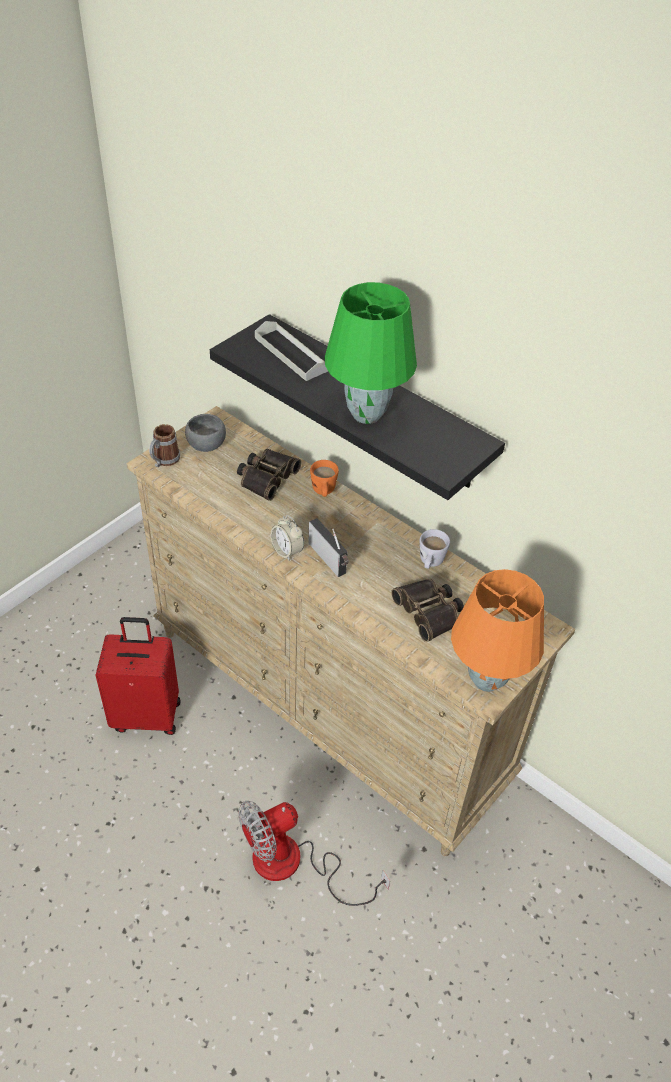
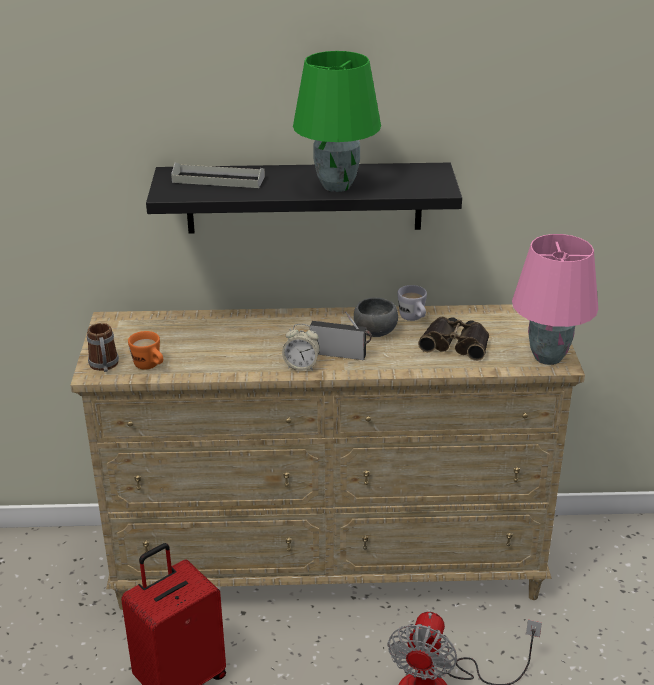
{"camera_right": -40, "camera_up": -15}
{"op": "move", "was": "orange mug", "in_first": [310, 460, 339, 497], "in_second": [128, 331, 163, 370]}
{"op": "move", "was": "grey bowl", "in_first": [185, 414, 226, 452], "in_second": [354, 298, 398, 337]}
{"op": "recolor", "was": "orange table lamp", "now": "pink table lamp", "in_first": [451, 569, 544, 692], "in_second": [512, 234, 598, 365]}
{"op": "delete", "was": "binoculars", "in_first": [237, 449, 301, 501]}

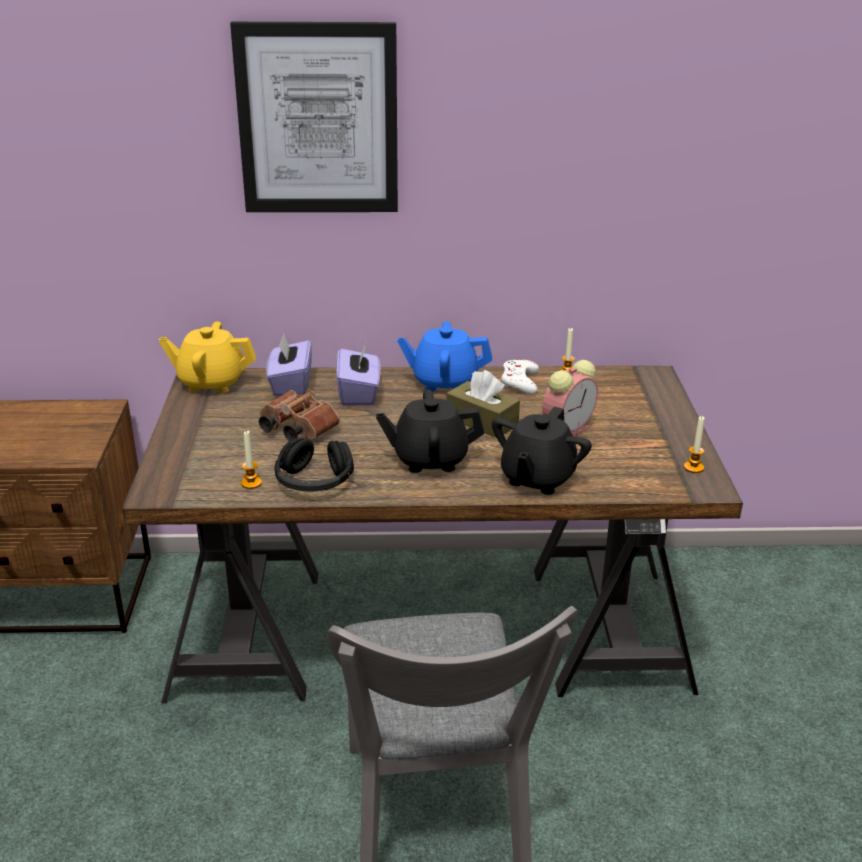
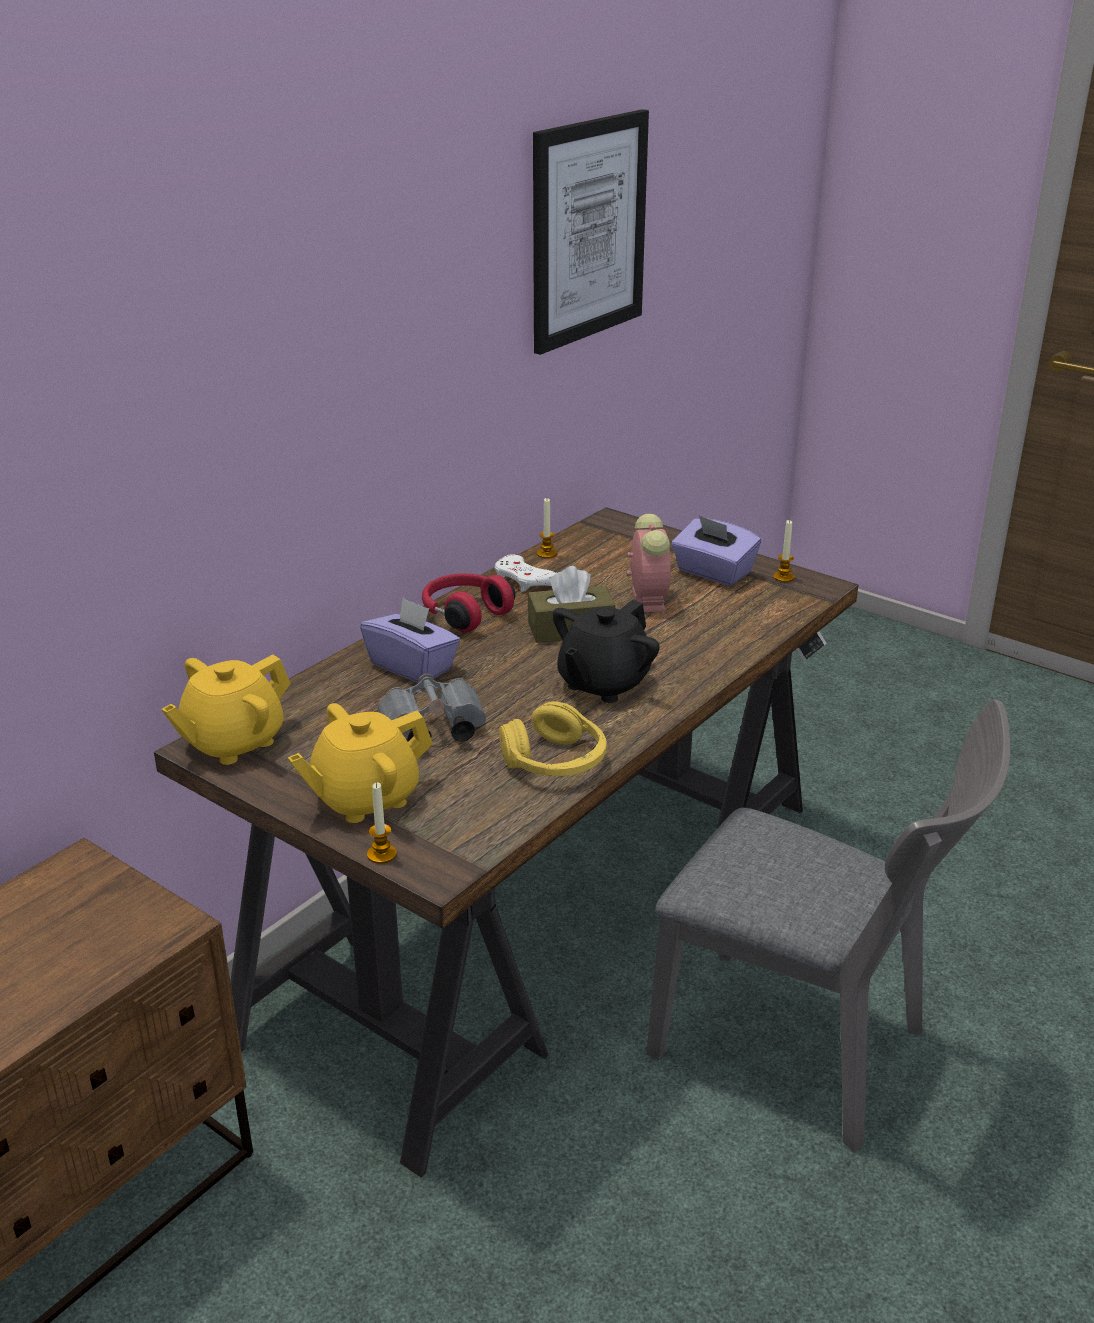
{"camera_right": -50, "camera_up": 0}
{"op": "insert", "now": "yellow teapot", "in_second": [288, 703, 433, 823]}
{"op": "move", "was": "candle", "in_first": [241, 430, 262, 489], "in_second": [367, 782, 397, 864]}
{"op": "recolor", "was": "brown binoculars", "now": "grey binoculars", "in_first": [259, 390, 340, 441], "in_second": [377, 674, 486, 742]}
{"op": "replace", "was": "blue teapot", "now": "red headphones", "in_first": [397, 321, 492, 392], "in_second": [422, 573, 515, 632]}
{"op": "recolor", "was": "black headphones", "now": "yellow headphones", "in_first": [275, 438, 354, 492], "in_second": [499, 701, 607, 776]}
{"op": "move", "was": "picture", "in_first": [230, 22, 398, 212], "in_second": [533, 109, 649, 355]}
{"op": "move", "was": "purple tissue box", "in_first": [266, 333, 312, 396], "in_second": [671, 515, 761, 586]}
{"op": "delete", "was": "black teapot", "in_first": [492, 406, 592, 495]}

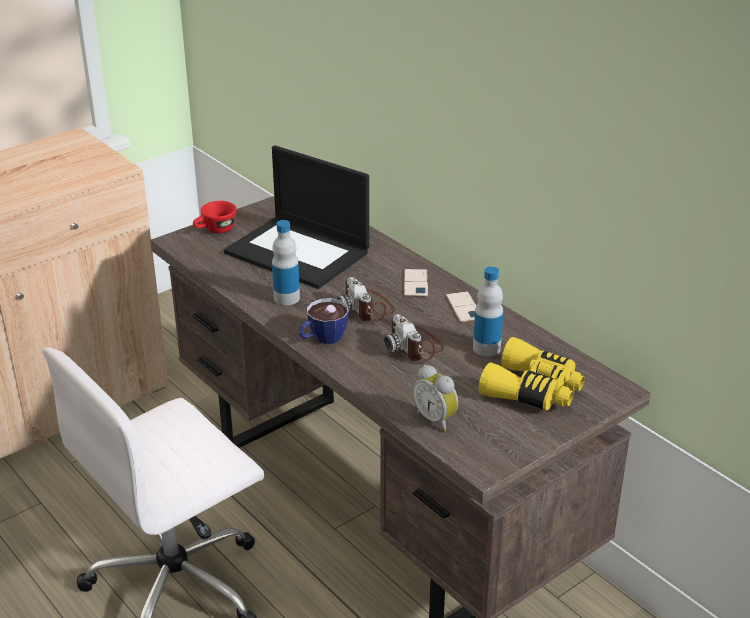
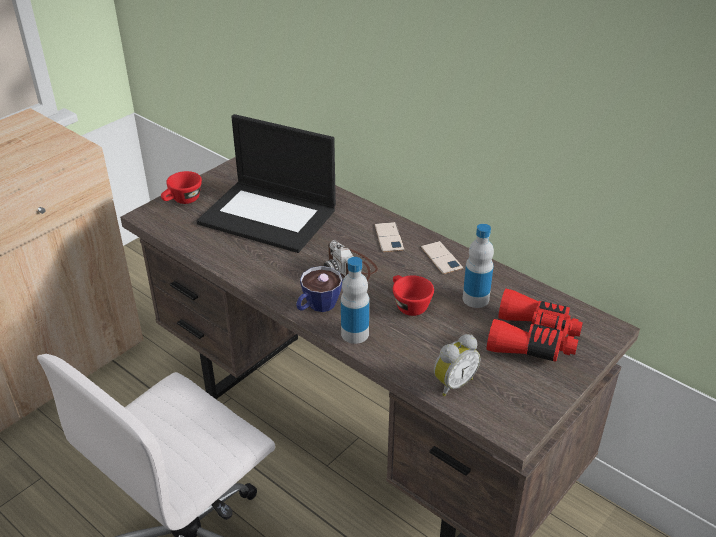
{"camera_right": -10, "camera_up": 5}
{"op": "move", "was": "bottle", "in_first": [272, 220, 300, 305], "in_second": [341, 257, 369, 344]}
{"op": "replace", "was": "photo camera", "now": "red cup", "in_first": [384, 314, 444, 361], "in_second": [393, 275, 434, 316]}
{"op": "rotate", "was": "alarm clock", "in_first": [412, 365, 458, 431], "in_second": [434, 334, 480, 396], "clockwise": -75}
{"op": "recolor", "was": "yellow binoculars", "now": "red binoculars", "in_first": [479, 337, 585, 410], "in_second": [487, 289, 583, 362]}

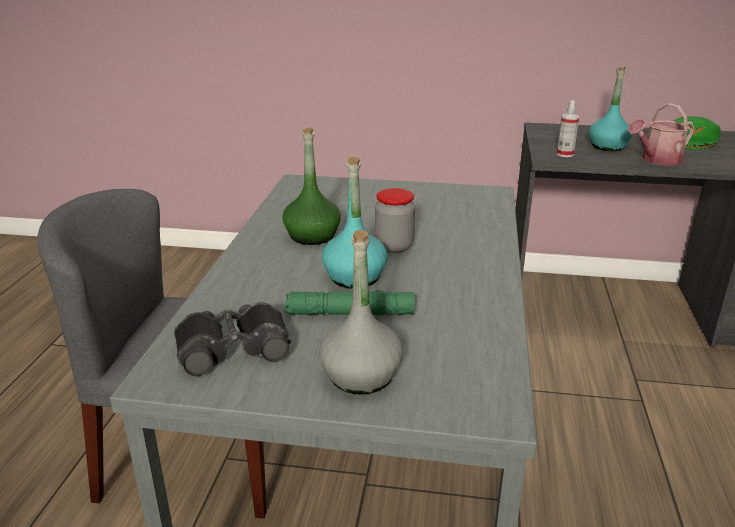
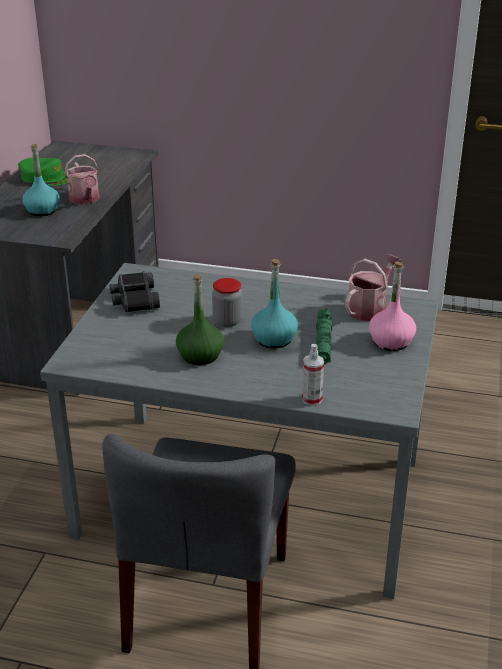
{"camera_right": -85, "camera_up": 5}
{"op": "move", "was": "black binoculars", "in_first": [174, 302, 291, 376], "in_second": [109, 271, 160, 312]}
{"op": "move", "was": "spray bottle", "in_first": [557, 100, 579, 157], "in_second": [302, 343, 324, 406]}
{"op": "insert", "now": "watering can", "in_second": [345, 254, 401, 321]}
{"op": "recolor", "was": "grey bottle", "now": "pink bottle", "in_first": [319, 230, 403, 395], "in_second": [369, 261, 416, 351]}

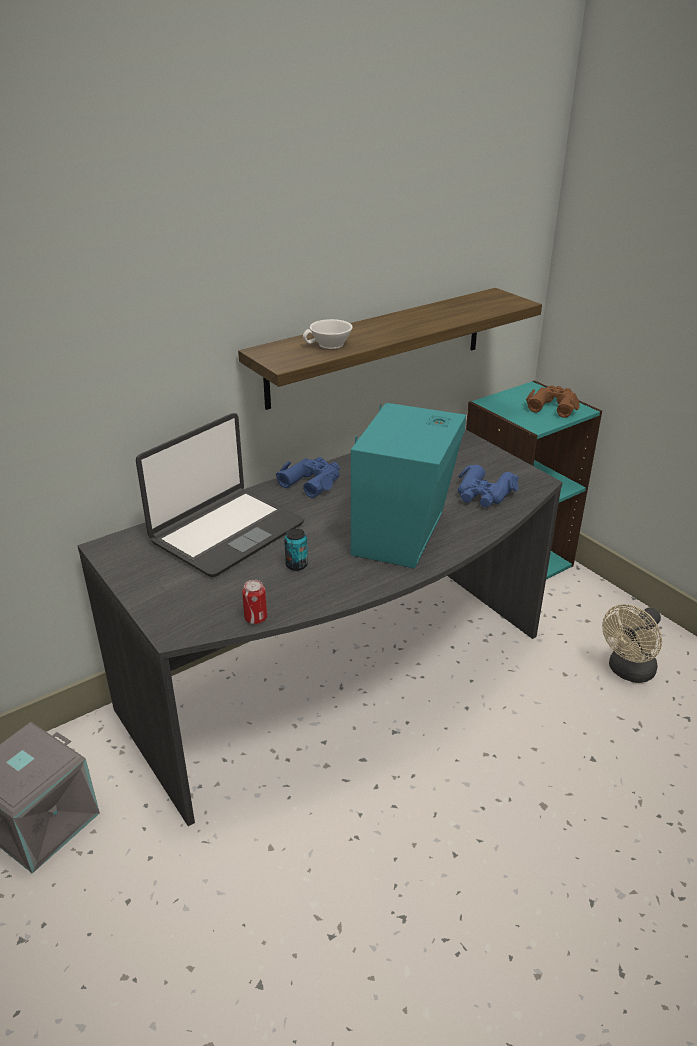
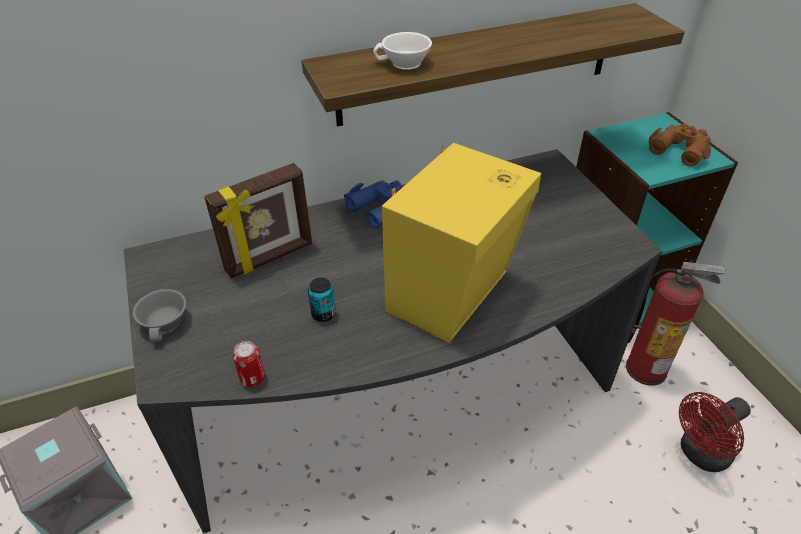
{"camera_right": 15, "camera_up": 10}
{"op": "insert", "now": "grey cup", "in_second": [133, 289, 186, 342]}
{"op": "replace", "was": "laptop", "now": "picture frame", "in_first": [136, 413, 304, 577], "in_second": [204, 163, 312, 278]}
{"op": "recolor", "was": "turquoise speaker", "now": "yellow speaker", "in_first": [351, 403, 466, 568], "in_second": [382, 143, 541, 343]}
{"op": "insert", "now": "fire extinguisher", "in_second": [626, 261, 726, 386]}
{"op": "recolor", "was": "beige fan", "now": "red fan", "in_first": [602, 604, 662, 683], "in_second": [679, 392, 751, 472]}
{"op": "delete", "was": "blue binoculars", "in_first": [458, 465, 519, 507]}

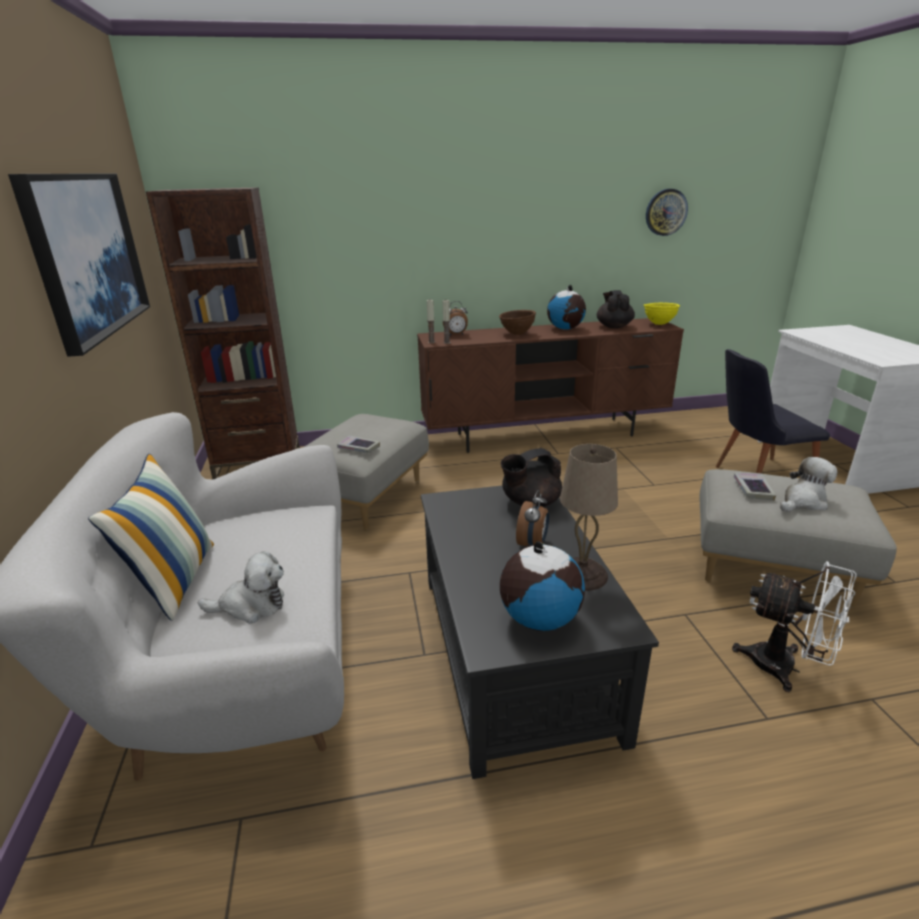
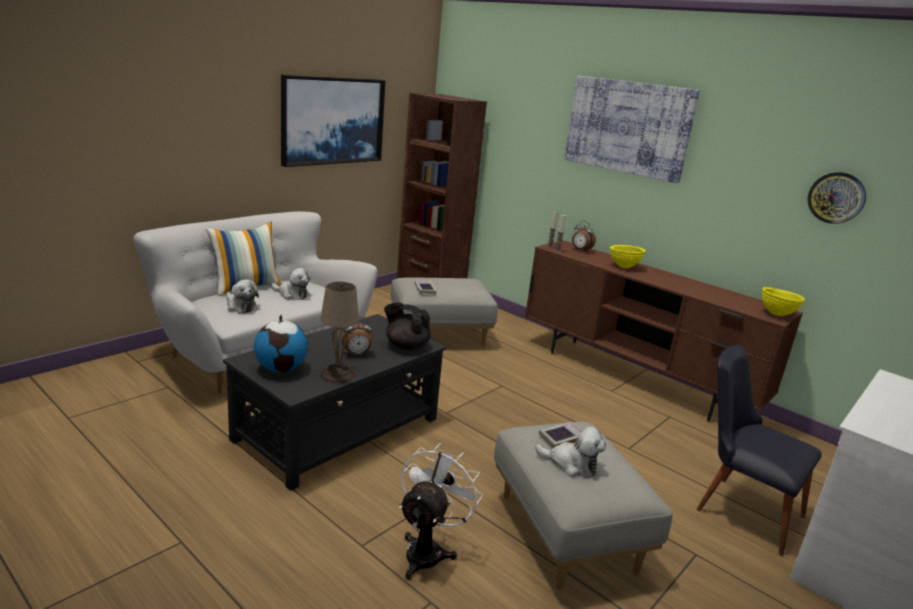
{"camera_right": 50, "camera_up": -5}
{"op": "insert", "now": "plush toy", "in_second": [271, 268, 311, 300]}
{"op": "rotate", "was": "white fan", "in_first": [732, 561, 857, 692], "in_second": [399, 443, 483, 580], "clockwise": -150}
{"op": "insert", "now": "picture", "in_second": [564, 76, 700, 183]}
{"op": "recolor", "was": "brown bowl", "now": "yellow bowl", "in_first": [499, 310, 536, 335], "in_second": [610, 245, 646, 268]}
{"op": "delete", "was": "globe", "in_first": [547, 285, 586, 330]}
{"op": "delete", "was": "black teapot", "in_first": [597, 290, 635, 328]}

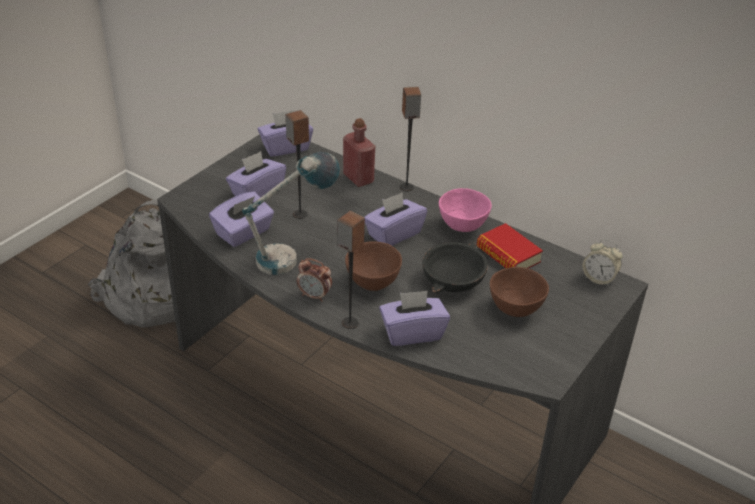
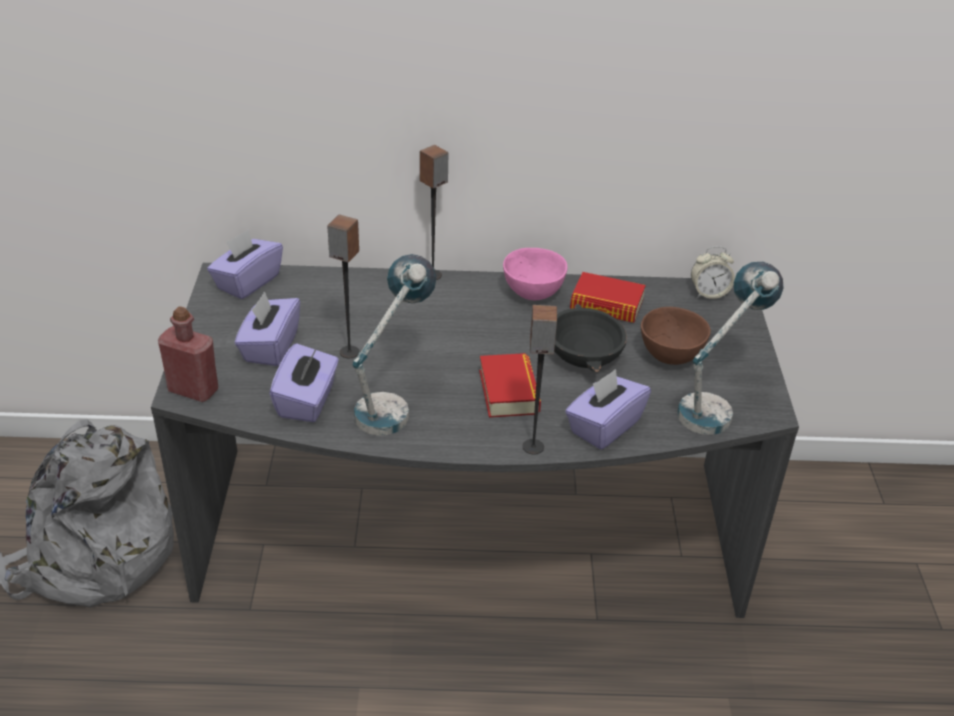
{"camera_right": -35, "camera_up": 0}
{"op": "move", "was": "red bottle", "in_first": [343, 118, 375, 187], "in_second": [158, 306, 218, 402]}
{"op": "replace", "was": "brown bowl", "now": "book", "in_first": [345, 241, 402, 291], "in_second": [479, 353, 541, 418]}
{"op": "insert", "now": "table lamp", "in_second": [678, 262, 784, 435]}
{"op": "delete", "was": "alarm clock", "in_first": [297, 258, 332, 302]}
{"op": "delete", "was": "purple tissue box", "in_first": [365, 192, 427, 246]}

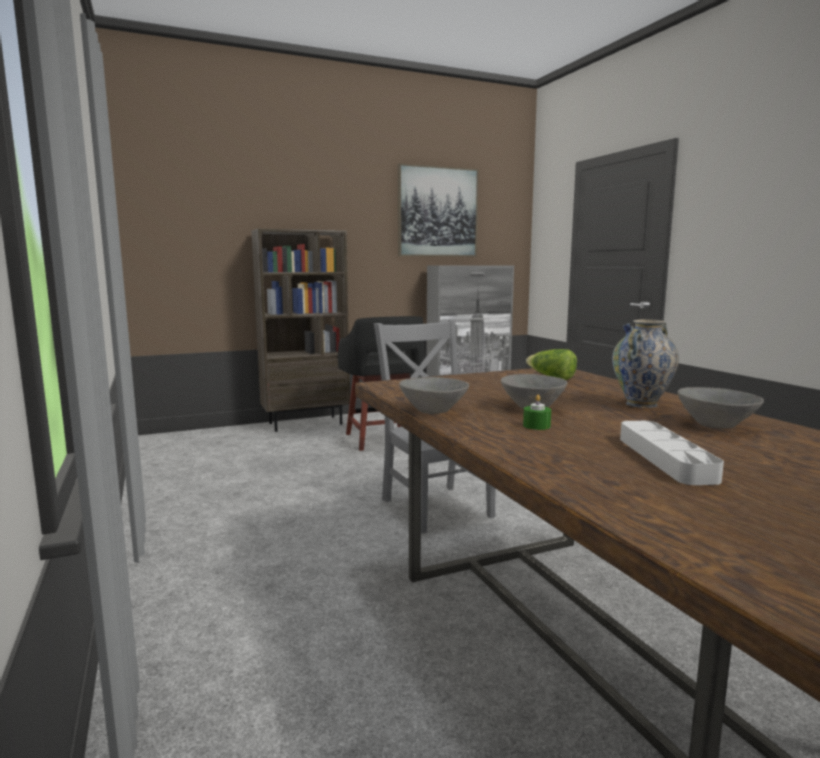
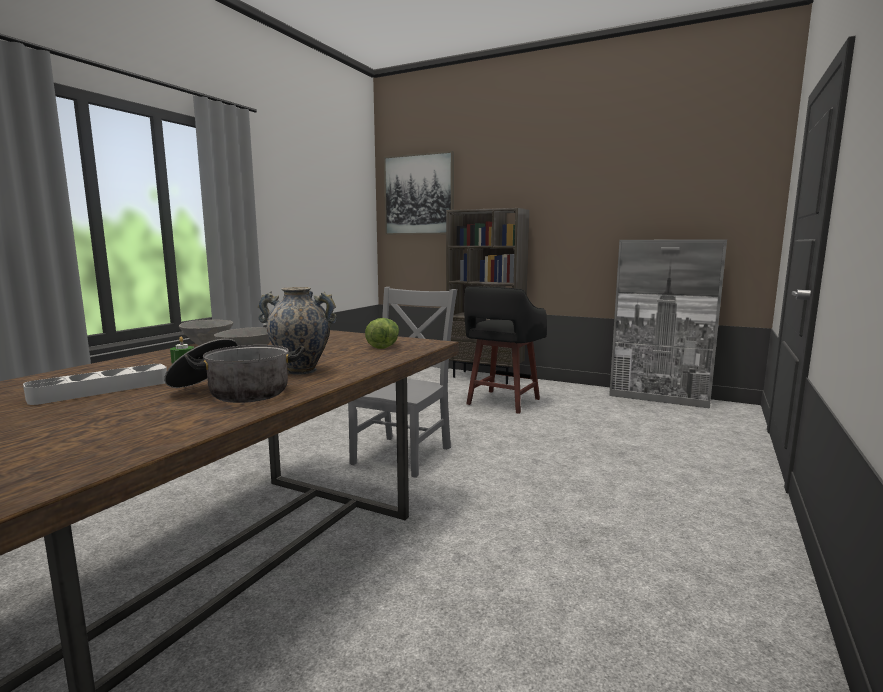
{"camera_right": 50, "camera_up": 0}
{"op": "replace", "was": "grey bowl", "now": "cooking pot", "in_first": [677, 387, 764, 428], "in_second": [164, 339, 304, 403]}
{"op": "move", "was": "picture", "in_first": [398, 163, 479, 257], "in_second": [384, 151, 454, 235]}

